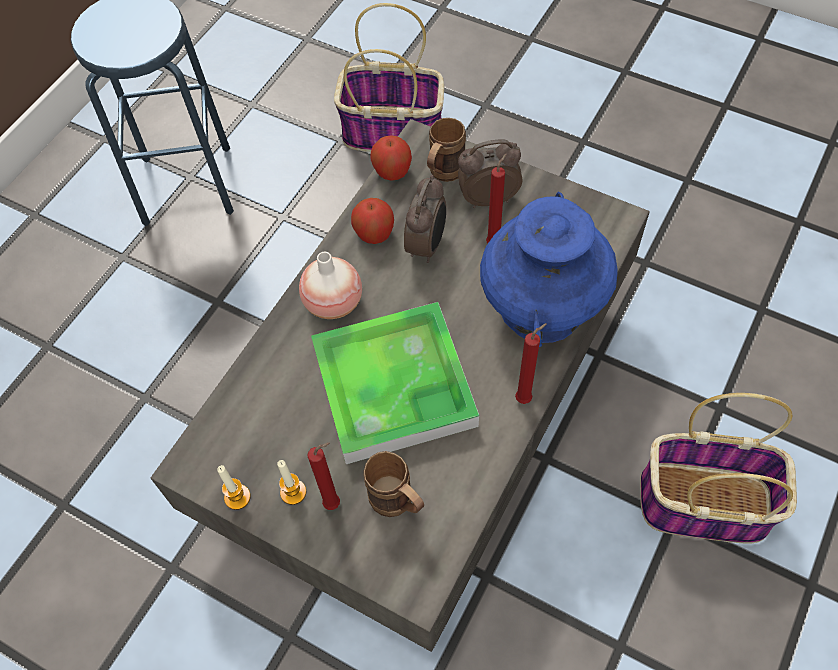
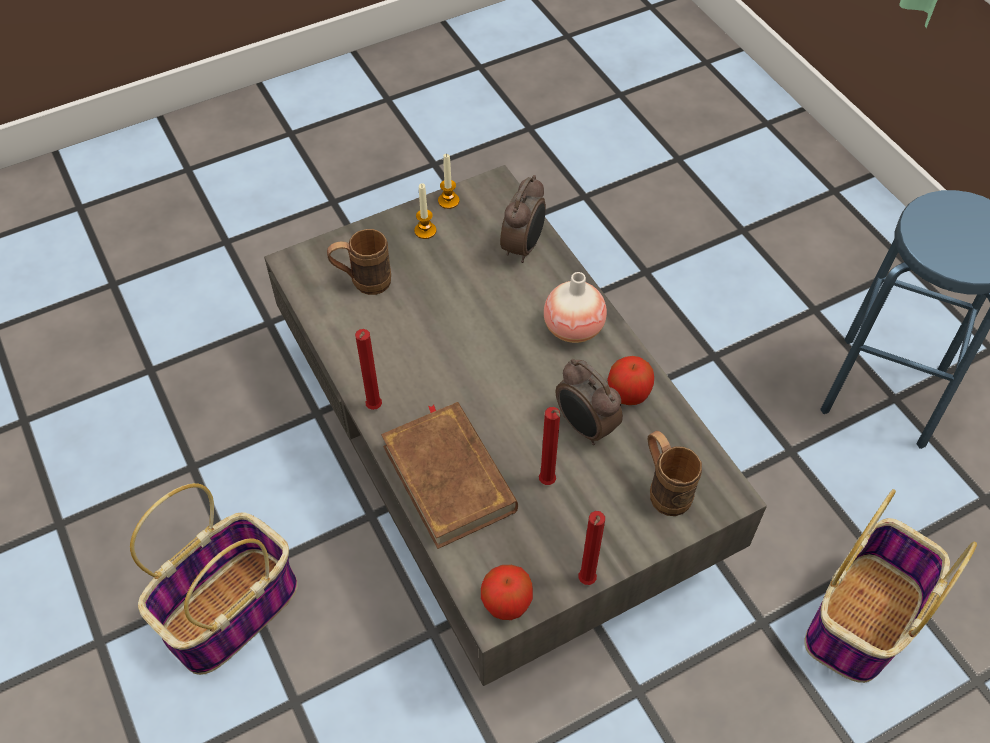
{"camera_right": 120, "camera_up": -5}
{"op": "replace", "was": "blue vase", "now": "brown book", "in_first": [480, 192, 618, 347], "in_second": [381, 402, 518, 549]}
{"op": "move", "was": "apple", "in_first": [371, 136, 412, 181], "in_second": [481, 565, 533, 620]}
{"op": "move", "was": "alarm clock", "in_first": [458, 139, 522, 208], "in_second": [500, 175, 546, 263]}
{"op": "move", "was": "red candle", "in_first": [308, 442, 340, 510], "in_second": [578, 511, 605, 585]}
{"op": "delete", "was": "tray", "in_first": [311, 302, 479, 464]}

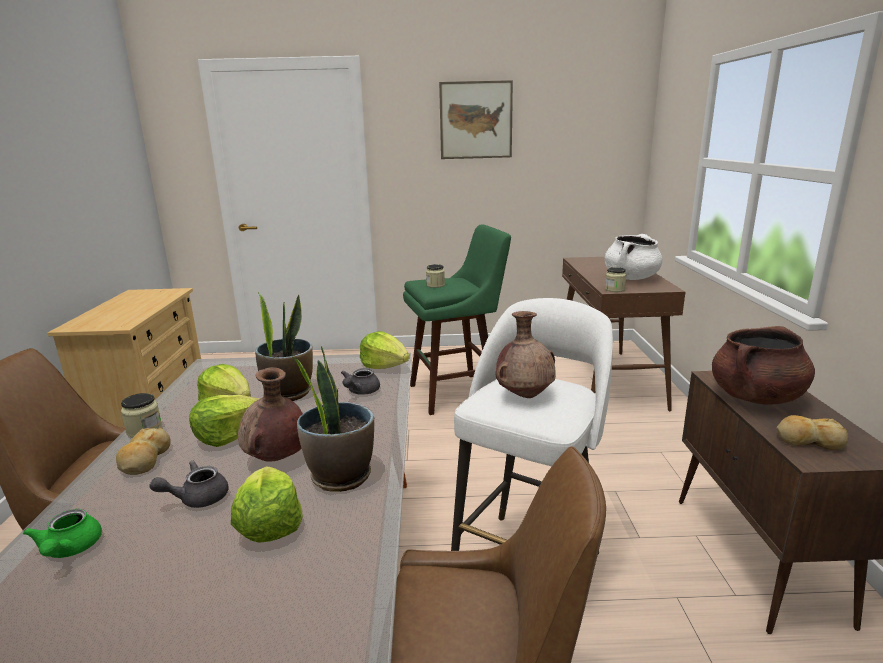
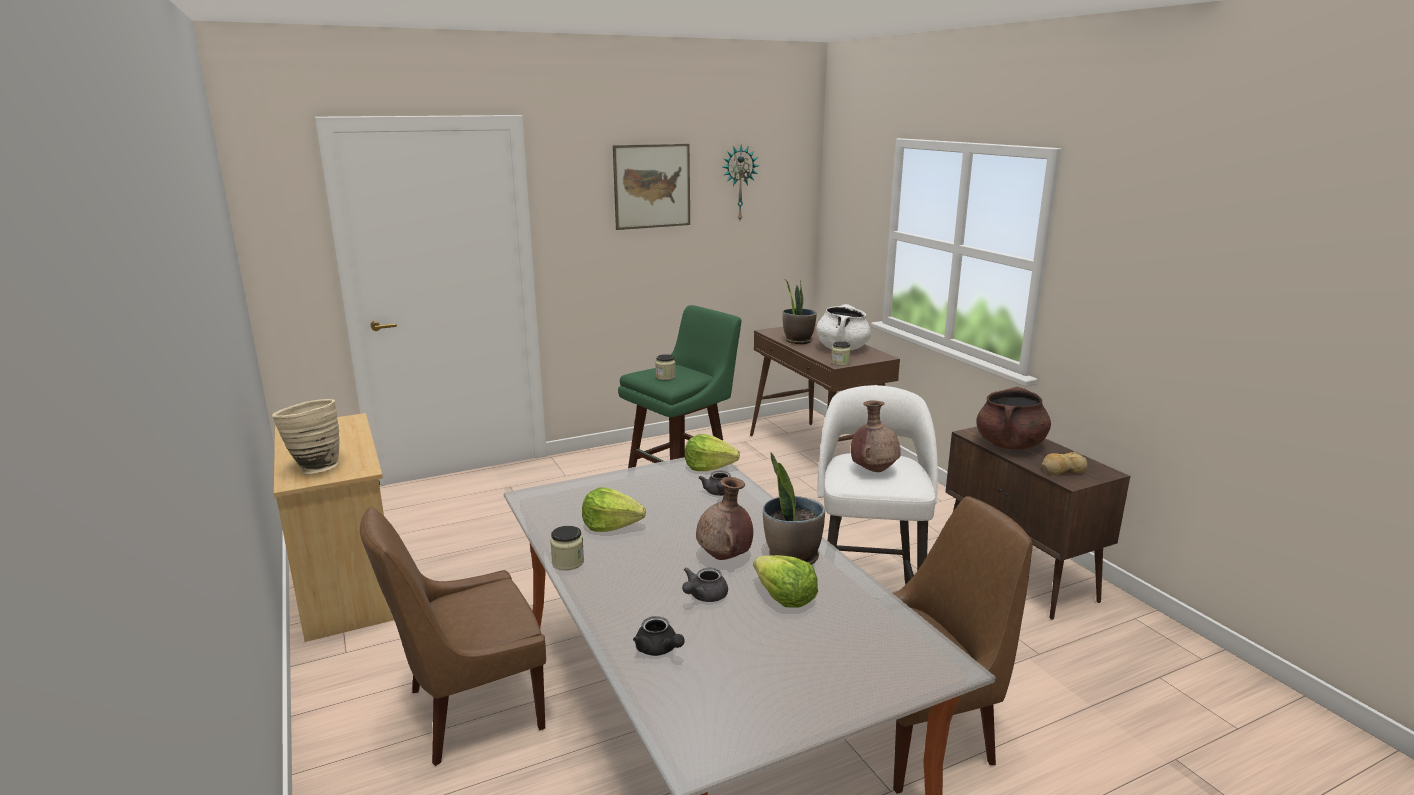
{"camera_right": -25, "camera_up": 0}
{"op": "insert", "now": "beige vase", "in_second": [272, 399, 340, 474]}
{"op": "recolor", "was": "green teapot", "now": "black teapot", "in_first": [23, 509, 102, 558], "in_second": [633, 616, 685, 656]}
{"op": "insert", "now": "wall clock", "in_second": [723, 144, 759, 220]}
{"op": "move", "was": "potted plant", "in_first": [255, 292, 313, 401], "in_second": [782, 279, 817, 344]}
{"op": "delete", "was": "bread", "in_first": [116, 427, 171, 475]}
{"op": "delete", "was": "lettuce", "in_first": [189, 395, 259, 447]}

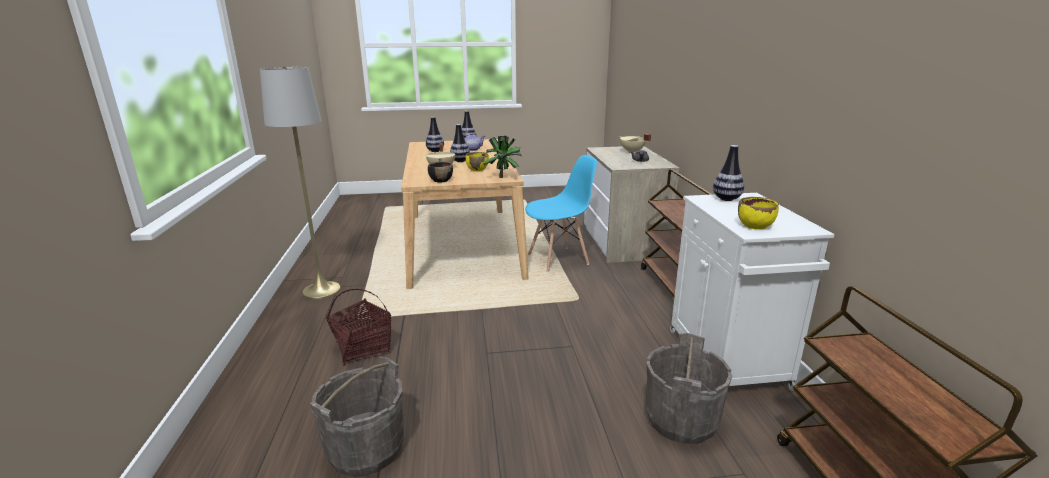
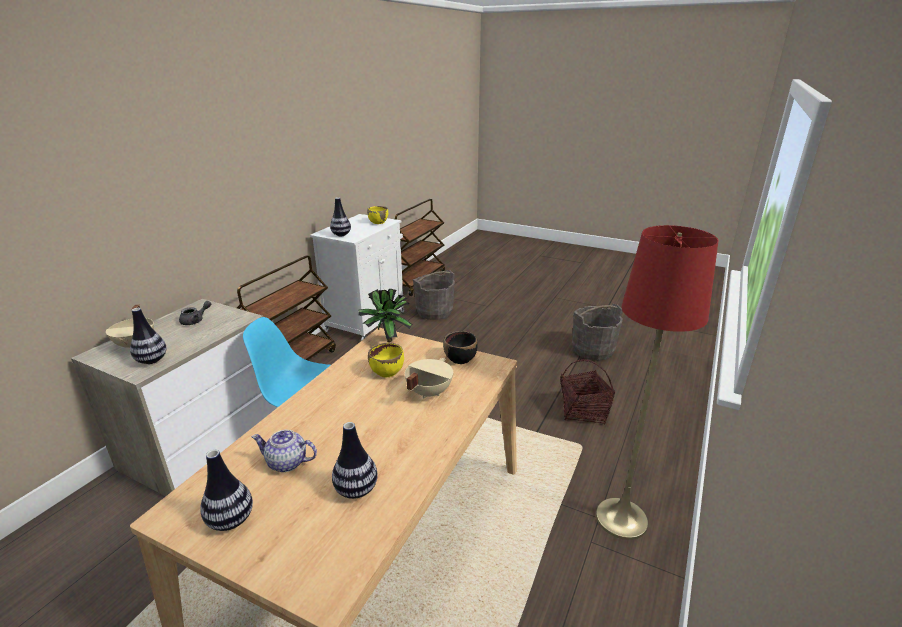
{"camera_right": -145, "camera_up": 5}
{"op": "move", "was": "vase", "in_first": [450, 124, 470, 162], "in_second": [130, 308, 166, 364]}
{"op": "recolor", "was": "grey floor lamp", "now": "red floor lamp", "in_first": [260, 66, 341, 300], "in_second": [596, 225, 719, 540]}

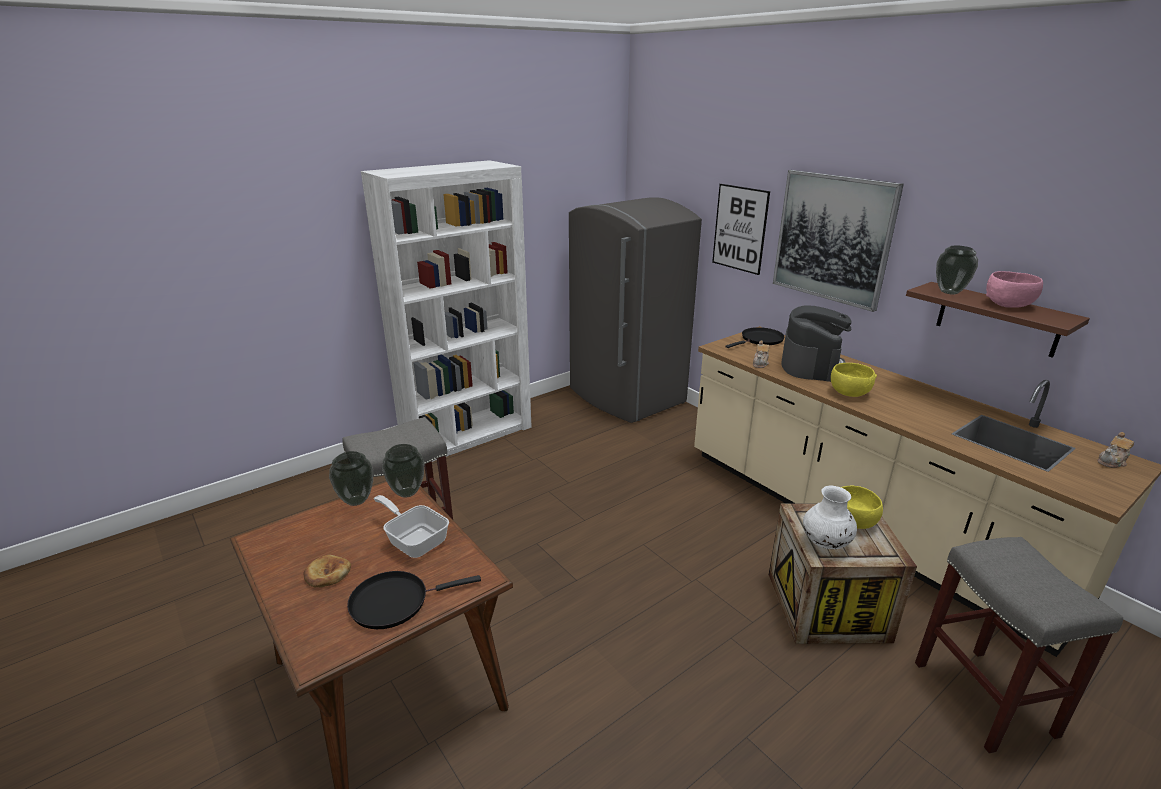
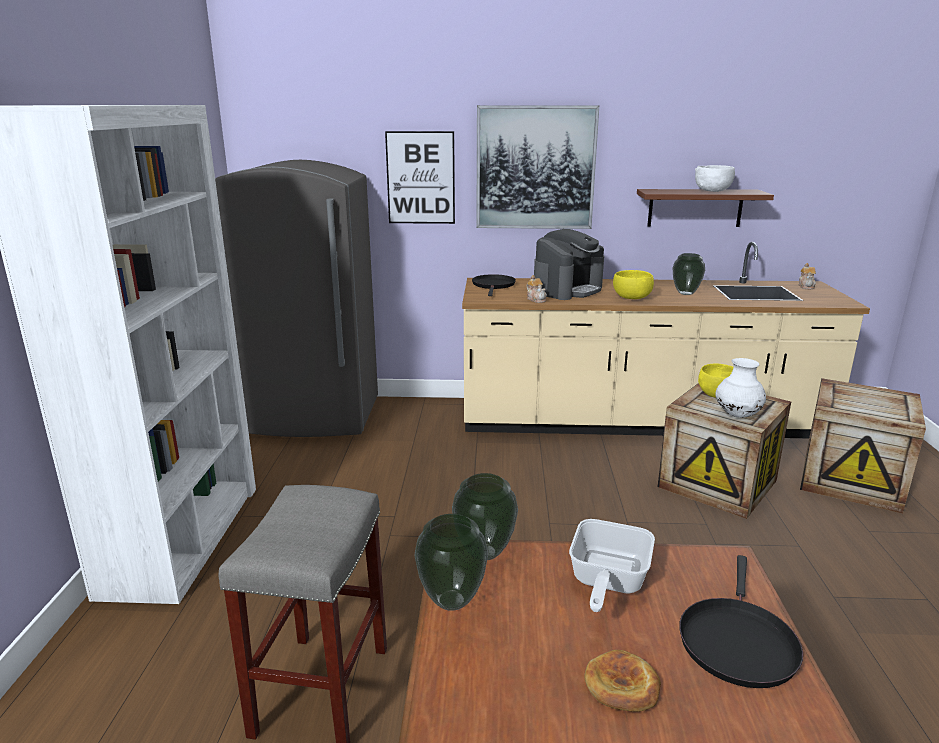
{"camera_right": -50, "camera_up": -5}
{"op": "rotate", "was": "coffee machine", "in_first": [781, 305, 852, 382], "in_second": [534, 229, 604, 300], "clockwise": 75}
{"op": "rotate", "was": "frying pan", "in_first": [374, 495, 449, 558], "in_second": [569, 519, 655, 612], "clockwise": -60}
{"op": "move", "was": "vase", "in_first": [936, 246, 978, 294], "in_second": [673, 253, 705, 295]}
{"op": "recolor", "was": "pink bowl", "now": "white bowl", "in_first": [986, 271, 1043, 308], "in_second": [695, 165, 735, 192]}
{"op": "replace", "was": "grey stool", "now": "crate", "in_first": [915, 537, 1123, 753], "in_second": [800, 378, 926, 513]}

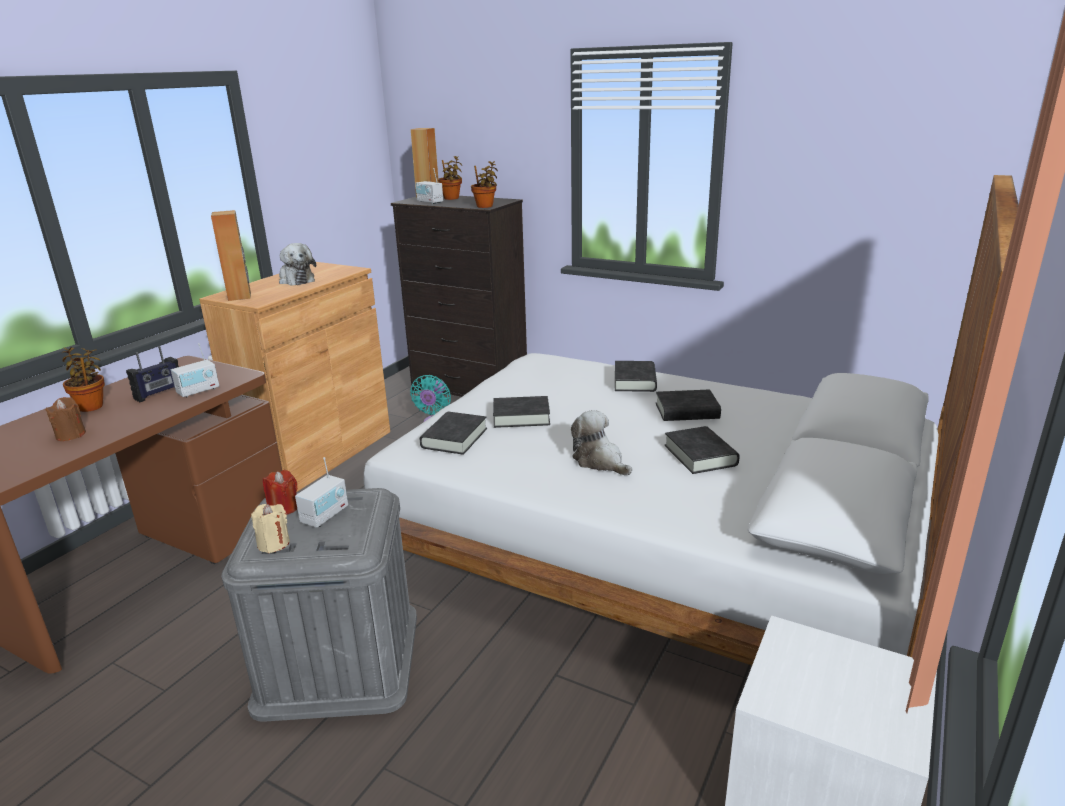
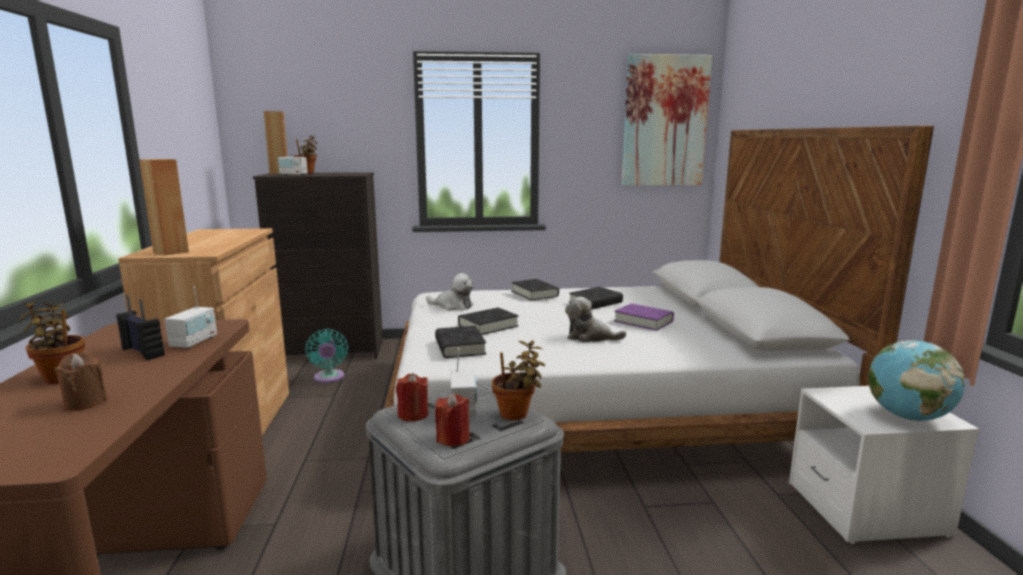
{"camera_right": -35, "camera_up": -10}
{"op": "rotate", "was": "radio", "in_first": [126, 346, 179, 402], "in_second": [116, 295, 165, 360], "clockwise": -60}
{"op": "move", "was": "plush toy", "in_first": [279, 243, 316, 285], "in_second": [426, 273, 474, 311]}
{"op": "recolor", "was": "beige candle", "now": "red candle", "in_first": [251, 504, 290, 553], "in_second": [435, 393, 470, 446]}
{"op": "move", "was": "potted plant", "in_first": [471, 161, 498, 208], "in_second": [492, 341, 545, 420]}
{"op": "recolor", "was": "black book", "now": "purple book", "in_first": [665, 426, 740, 474], "in_second": [614, 303, 674, 331]}
{"op": "insert", "now": "picture", "in_second": [622, 54, 712, 186]}
{"op": "insert", "now": "globe", "in_second": [868, 340, 965, 421]}

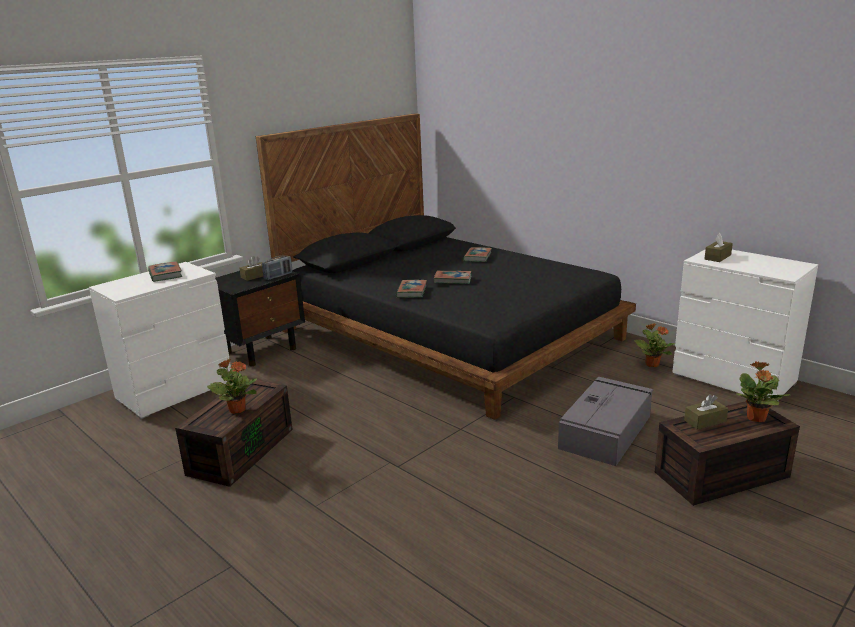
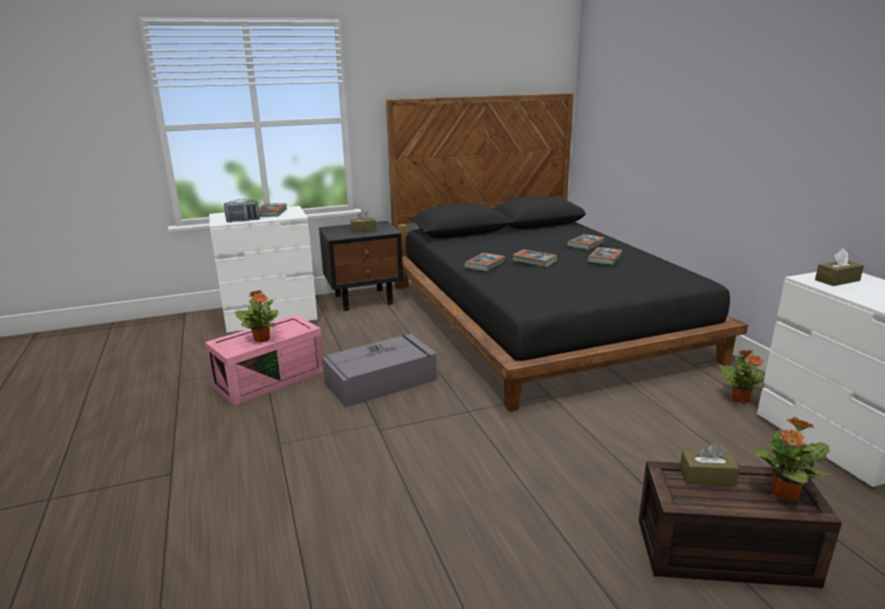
{"camera_right": 25, "camera_up": 0}
{"op": "recolor", "was": "brown storage box", "now": "pink storage box", "in_first": [175, 379, 293, 487], "in_second": [205, 315, 324, 406]}
{"op": "move", "was": "radio", "in_first": [262, 256, 292, 280], "in_second": [224, 199, 260, 222]}
{"op": "move", "was": "grey storage box", "in_first": [558, 377, 653, 466], "in_second": [322, 334, 437, 407]}
{"op": "insert", "now": "book", "in_second": [587, 247, 623, 265]}

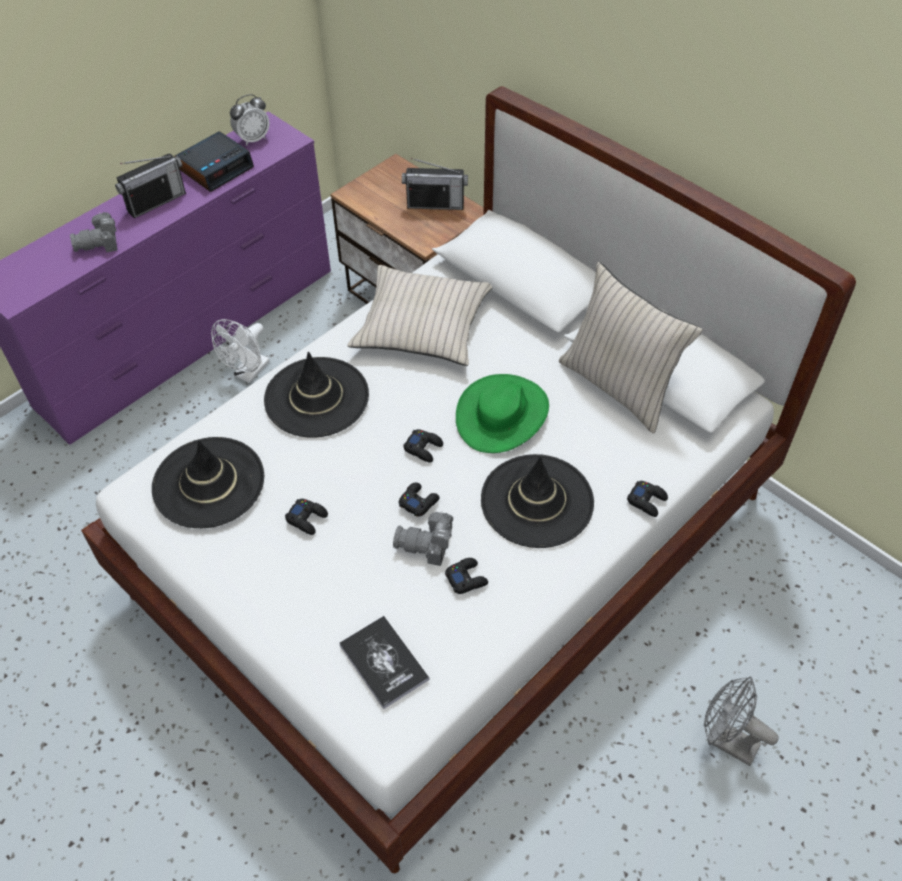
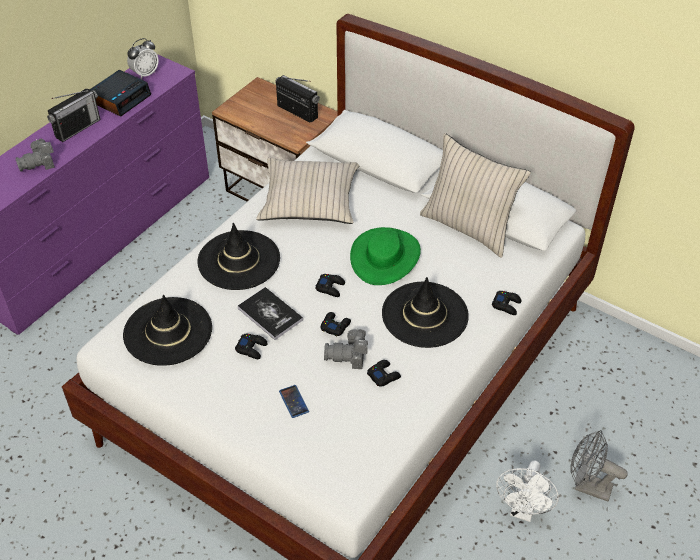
{"camera_right": -10, "camera_up": -5}
{"op": "move", "was": "book", "in_first": [340, 616, 430, 709], "in_second": [238, 287, 303, 340]}
{"op": "rotate", "was": "radio", "in_first": [402, 158, 468, 210], "in_second": [275, 75, 320, 122], "clockwise": -135}
{"op": "insert", "now": "phone", "in_second": [279, 385, 309, 418]}
{"op": "move", "was": "white fan", "in_first": [211, 319, 270, 383], "in_second": [496, 460, 559, 522]}

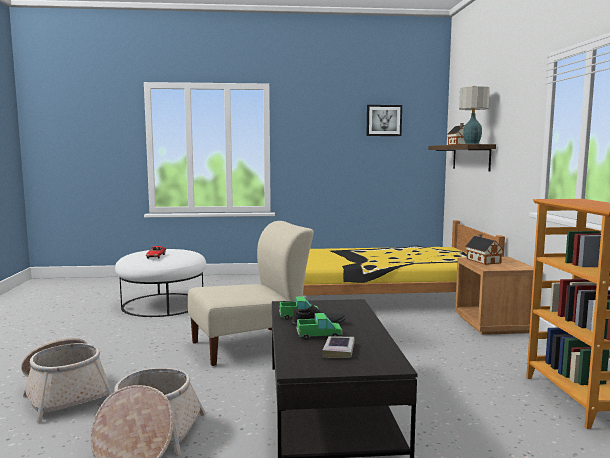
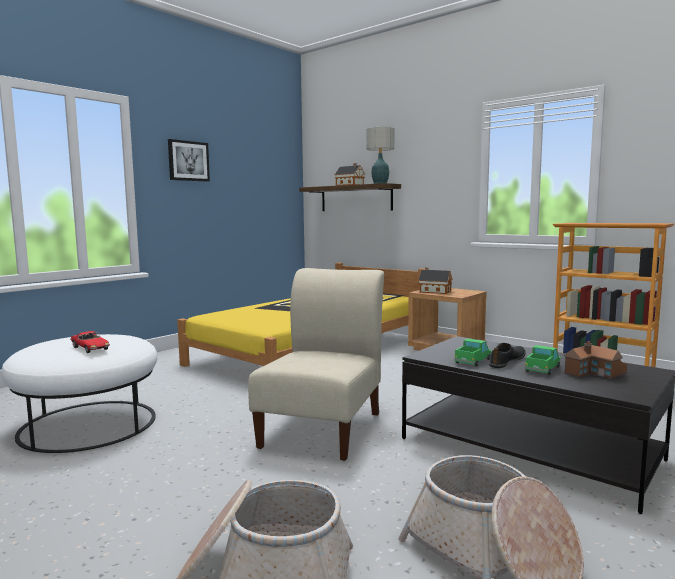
{"camera_right": -45, "camera_up": 0}
{"op": "move", "was": "picture", "in_first": [366, 105, 402, 136], "in_second": [168, 139, 210, 182]}
{"op": "replace", "was": "book", "now": "toy house", "in_first": [322, 336, 355, 358], "in_second": [564, 341, 627, 379]}

